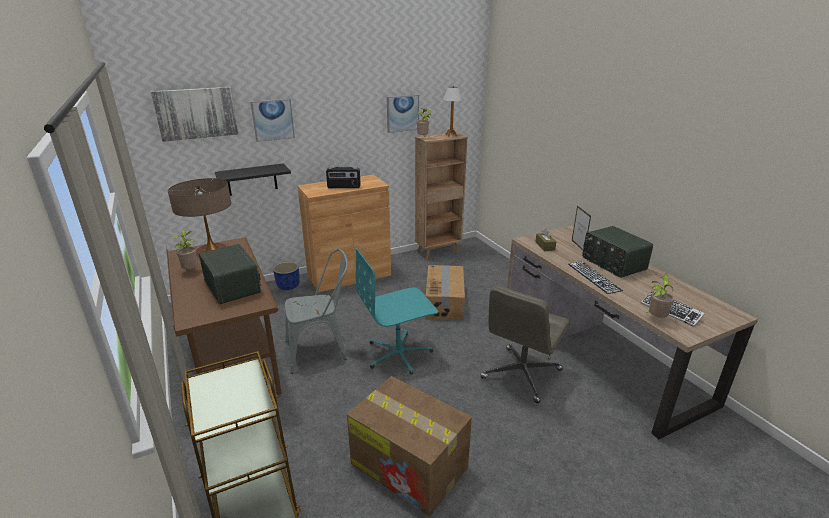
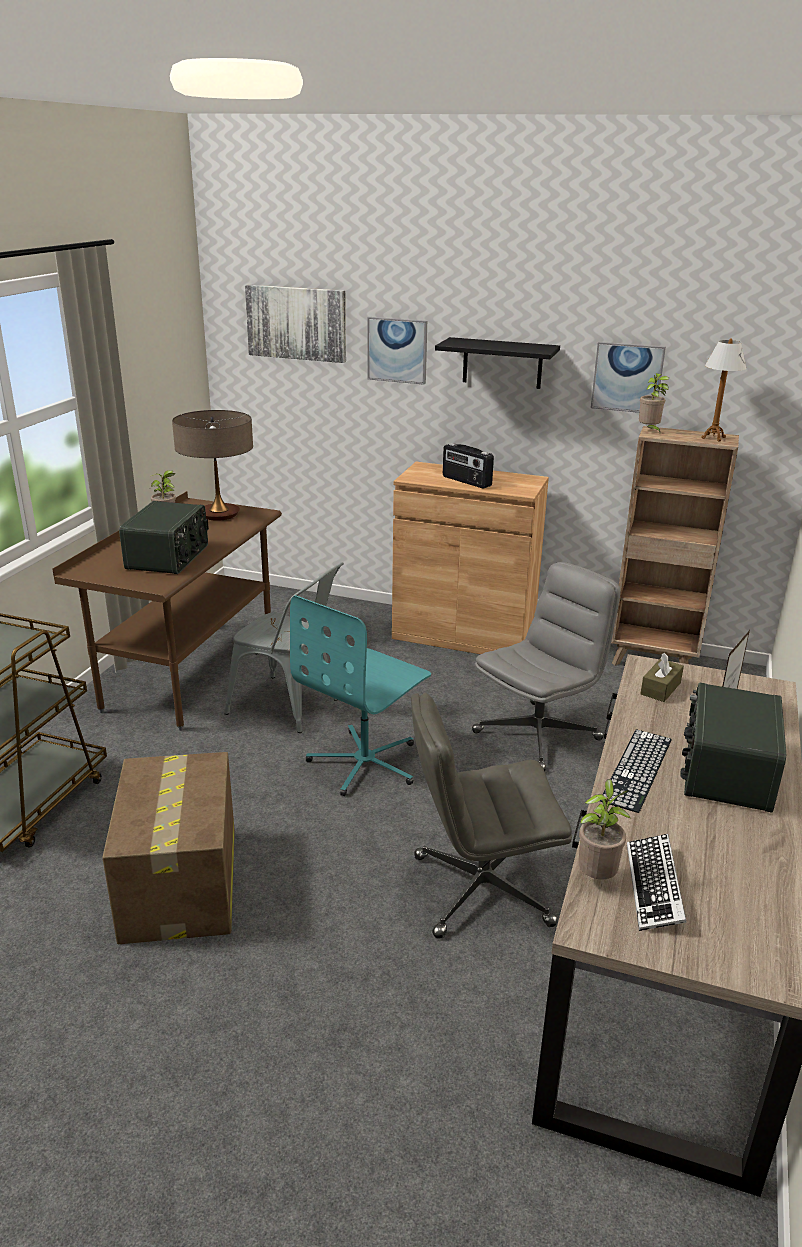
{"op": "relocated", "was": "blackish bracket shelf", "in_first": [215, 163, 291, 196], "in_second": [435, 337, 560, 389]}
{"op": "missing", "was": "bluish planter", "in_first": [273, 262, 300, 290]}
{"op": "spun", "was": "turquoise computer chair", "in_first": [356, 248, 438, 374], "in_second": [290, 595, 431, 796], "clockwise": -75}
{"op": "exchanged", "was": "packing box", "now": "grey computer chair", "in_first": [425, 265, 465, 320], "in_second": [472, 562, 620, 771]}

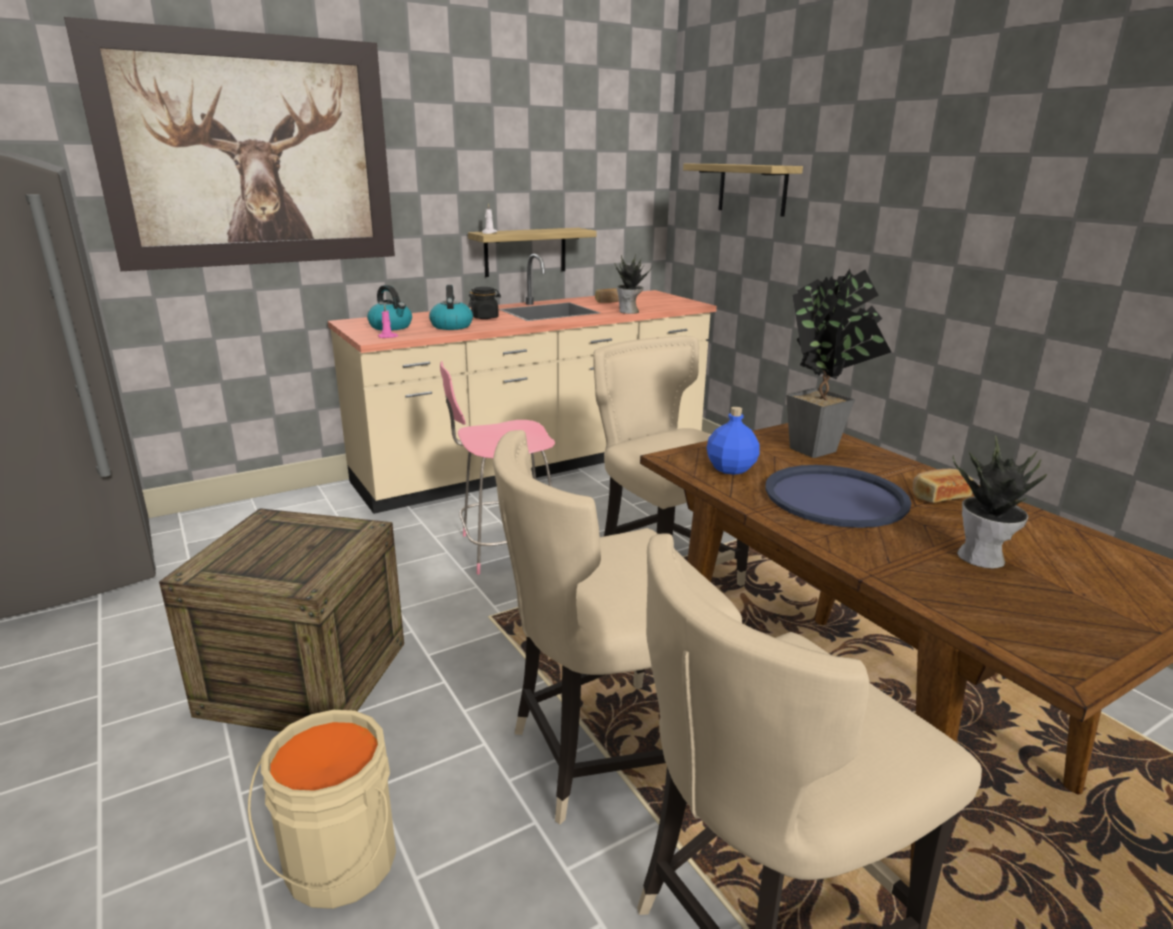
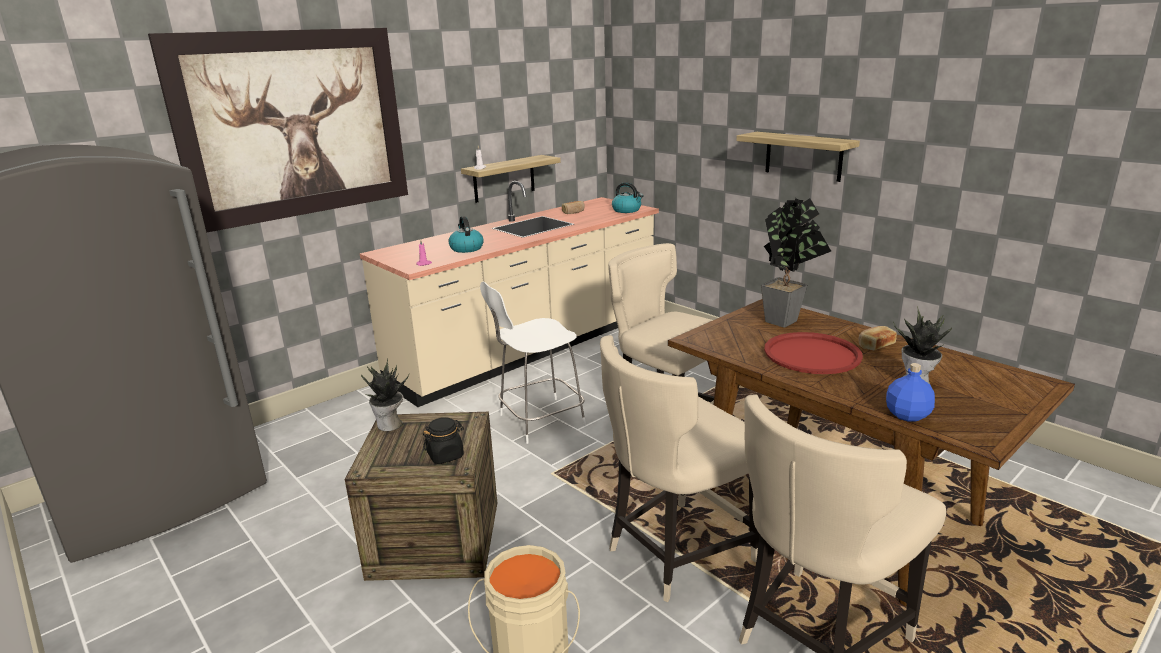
{"op": "relocated", "was": "kettle", "in_first": [367, 285, 412, 331], "in_second": [612, 182, 643, 213]}
{"op": "colour", "was": "pinkish stool", "now": "white-coloured stool", "in_first": [440, 361, 555, 575], "in_second": [480, 282, 586, 444]}
{"op": "relocated", "was": "blackish jar", "in_first": [468, 287, 501, 319], "in_second": [423, 417, 464, 464]}
{"op": "relocated", "was": "potted plant", "in_first": [615, 254, 652, 314], "in_second": [361, 358, 409, 431]}
{"op": "relocated", "was": "bracket shelf", "in_first": [683, 164, 803, 217], "in_second": [736, 132, 860, 182]}
{"op": "relocated", "was": "bluish beverage bottle", "in_first": [707, 407, 760, 475], "in_second": [886, 363, 935, 422]}
{"op": "colour", "was": "bluish carrying tray", "now": "reddish carrying tray", "in_first": [765, 465, 911, 528], "in_second": [764, 332, 863, 374]}

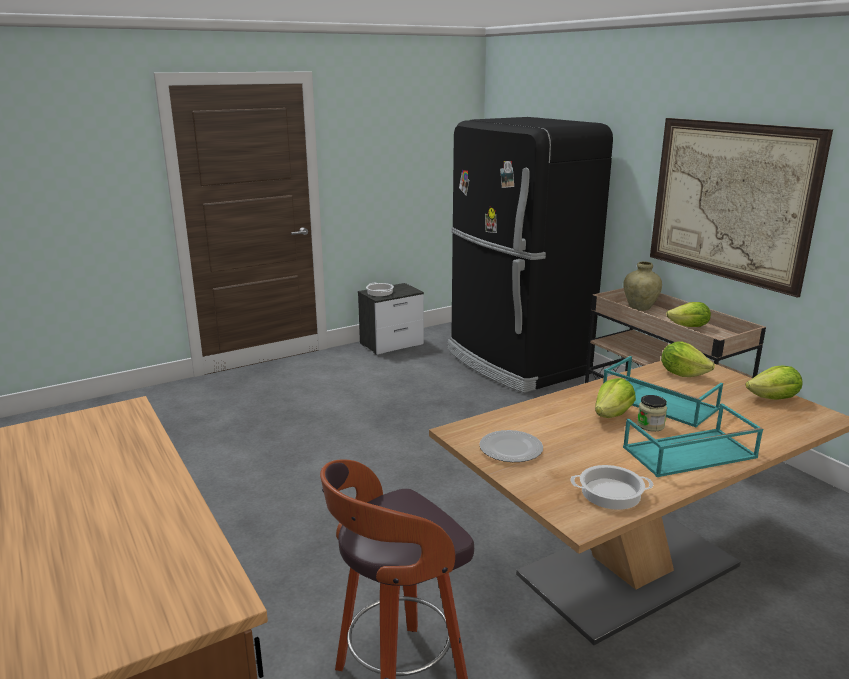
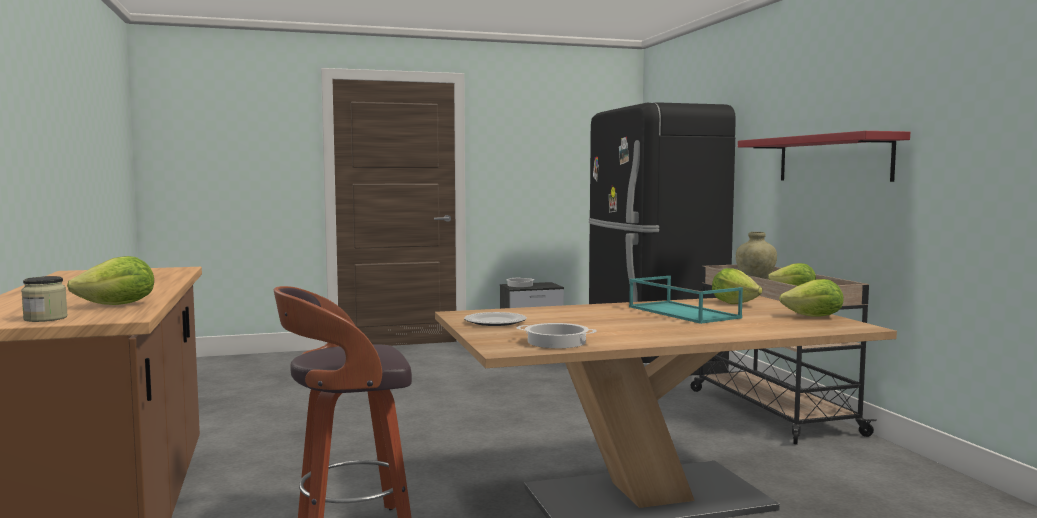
{"op": "relocated", "was": "head of lettuce", "in_first": [595, 378, 636, 418], "in_second": [67, 256, 154, 305]}
{"op": "missing", "was": "turquoise carrying tray", "in_first": [623, 403, 763, 477]}
{"op": "relocated", "was": "jar", "in_first": [637, 395, 667, 431], "in_second": [21, 276, 68, 322]}
{"op": "exchanged", "was": "wall art", "now": "reddish bracket shelf", "in_first": [650, 118, 833, 298], "in_second": [738, 131, 910, 182]}

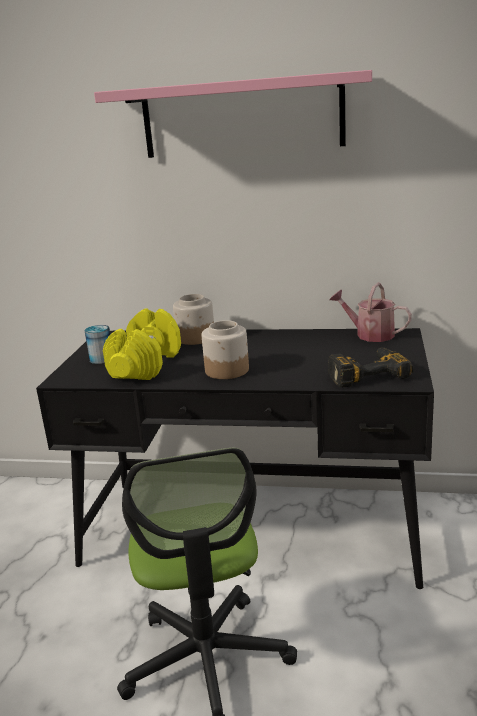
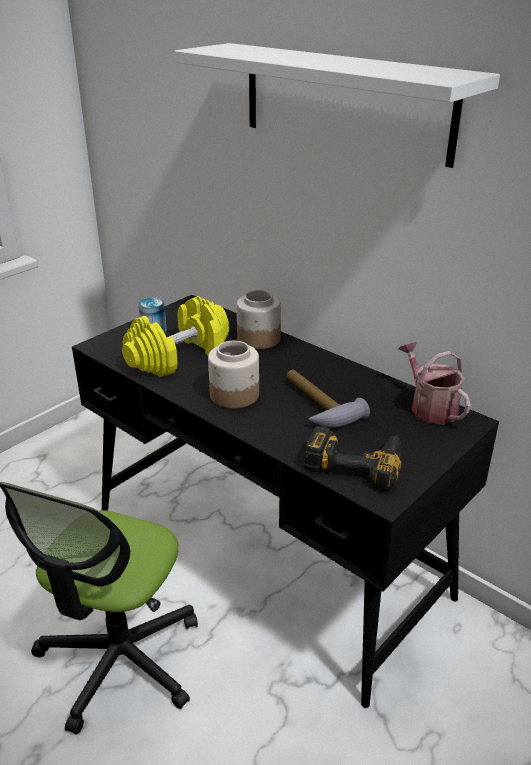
{"op": "colour", "was": "pinkish bracket shelf", "now": "white-coloured bracket shelf", "in_first": [94, 70, 372, 158], "in_second": [174, 43, 500, 168]}
{"op": "appeared", "now": "hammer", "in_second": [287, 369, 370, 428]}

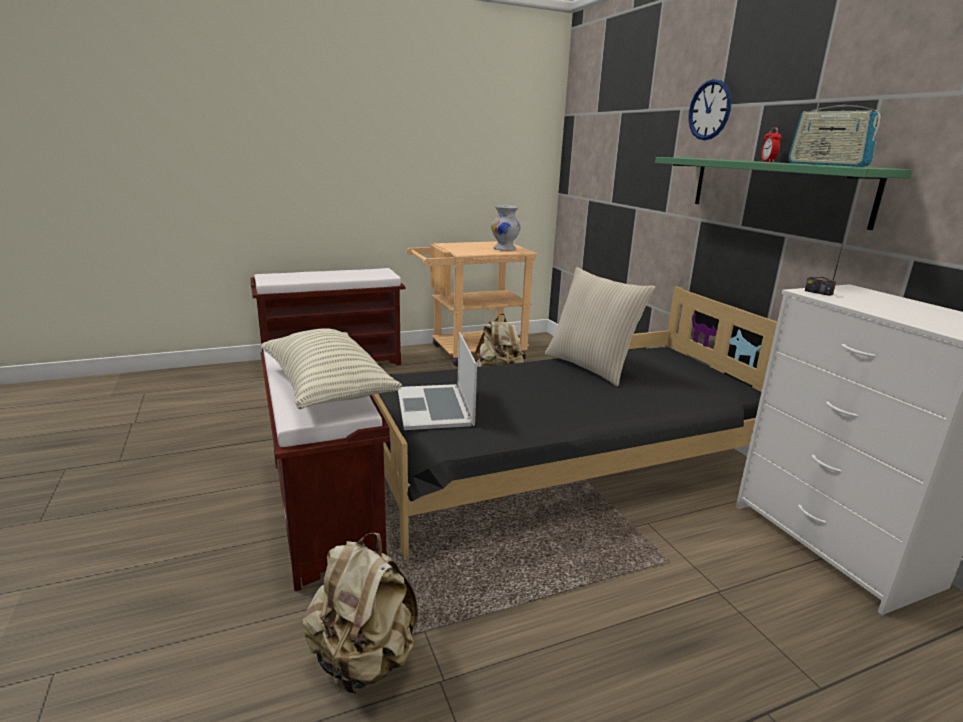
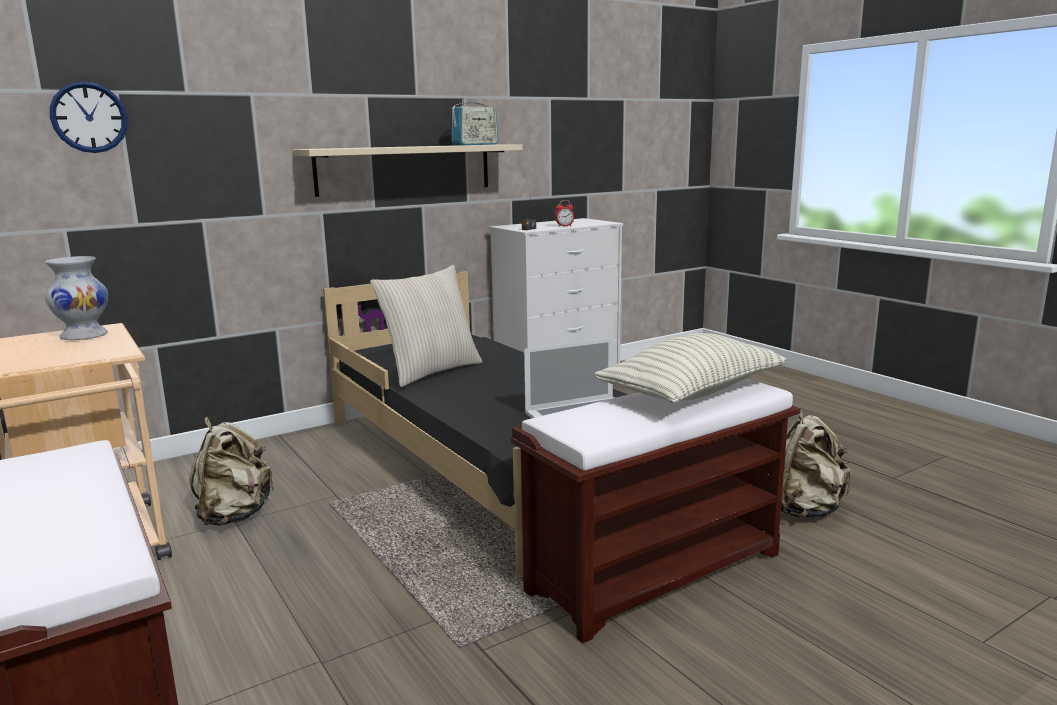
{"op": "colour", "was": "green-coloured bracket shelf", "now": "sand-coloured bracket shelf", "in_first": [655, 157, 912, 230], "in_second": [293, 144, 523, 197]}
{"op": "relocated", "was": "clock on the wall", "in_first": [688, 79, 732, 140], "in_second": [50, 81, 128, 153]}
{"op": "relocated", "was": "alarm clock", "in_first": [761, 127, 782, 162], "in_second": [555, 200, 575, 227]}

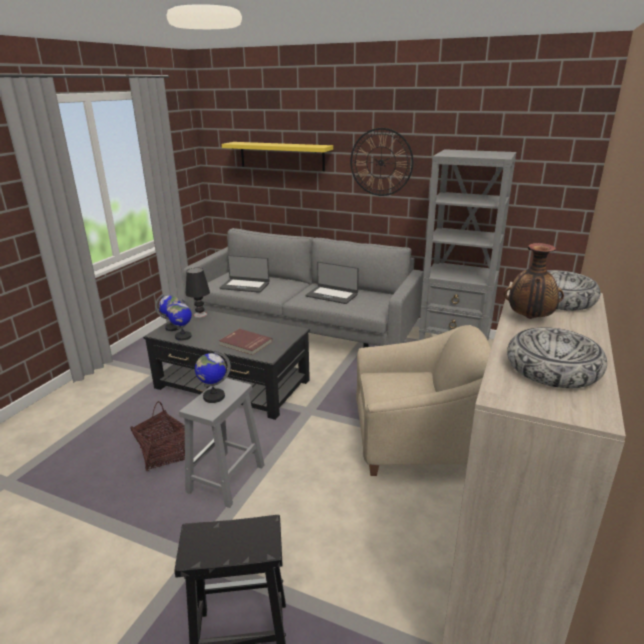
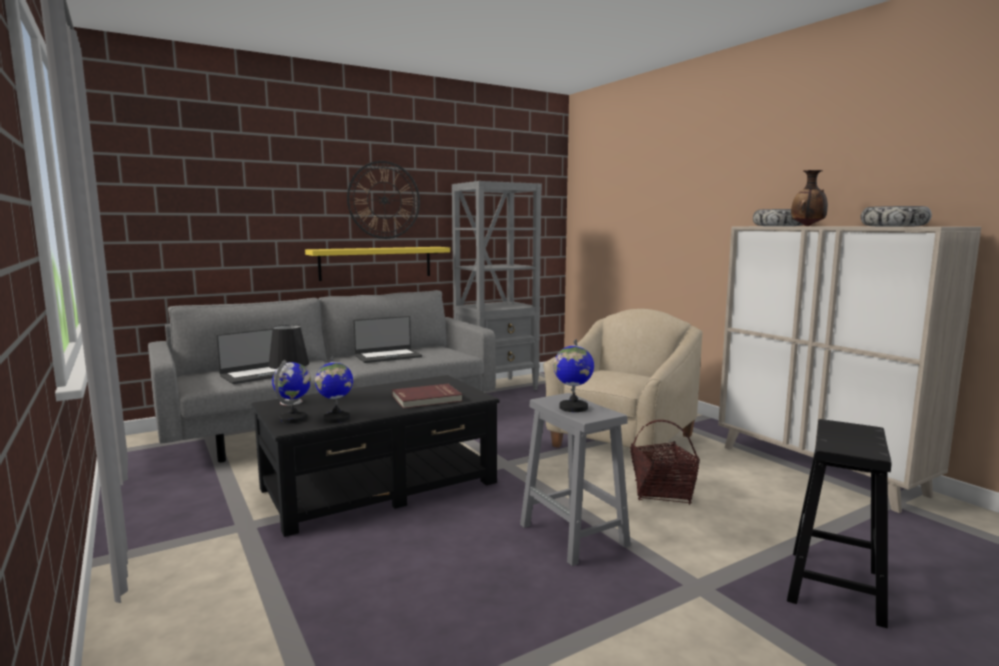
{"op": "relocated", "was": "household basket", "in_first": [130, 401, 185, 471], "in_second": [630, 420, 700, 505]}
{"op": "relocated", "was": "yellow-coloured bracket shelf", "in_first": [222, 142, 333, 171], "in_second": [305, 247, 450, 281]}

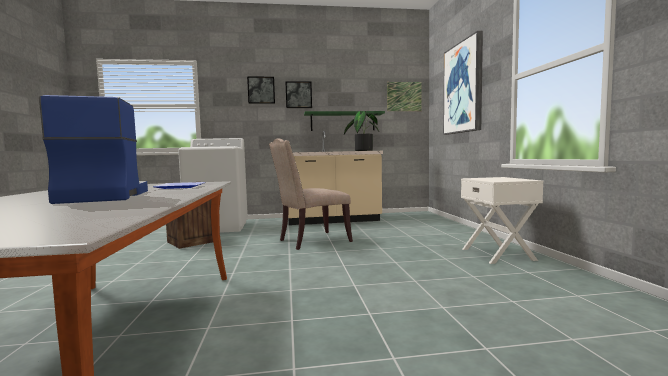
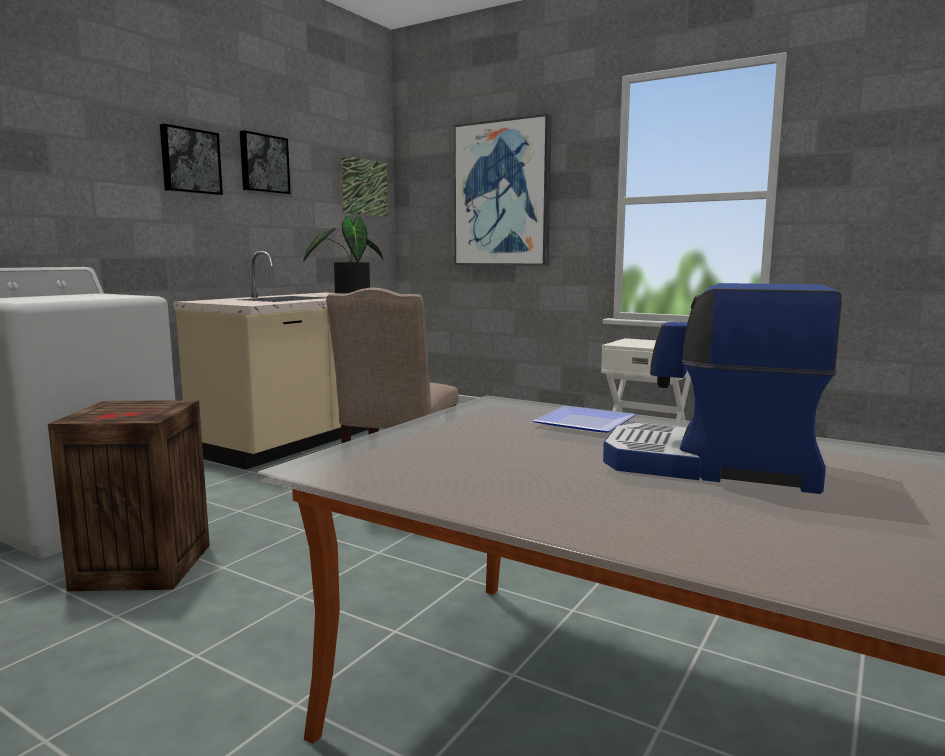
{"op": "relocated", "was": "wall art", "in_first": [247, 76, 275, 104], "in_second": [240, 130, 291, 194]}
{"op": "missing", "was": "green-coloured bracket shelf", "in_first": [304, 111, 385, 131]}

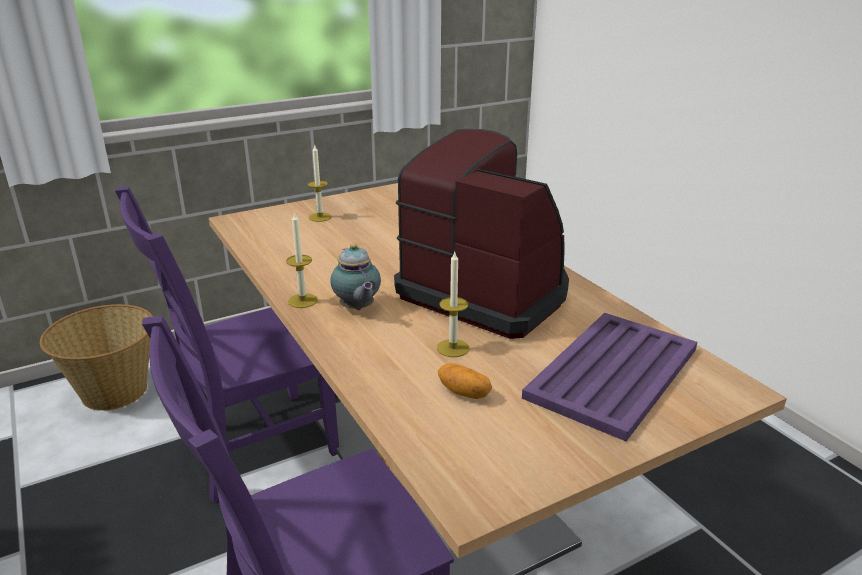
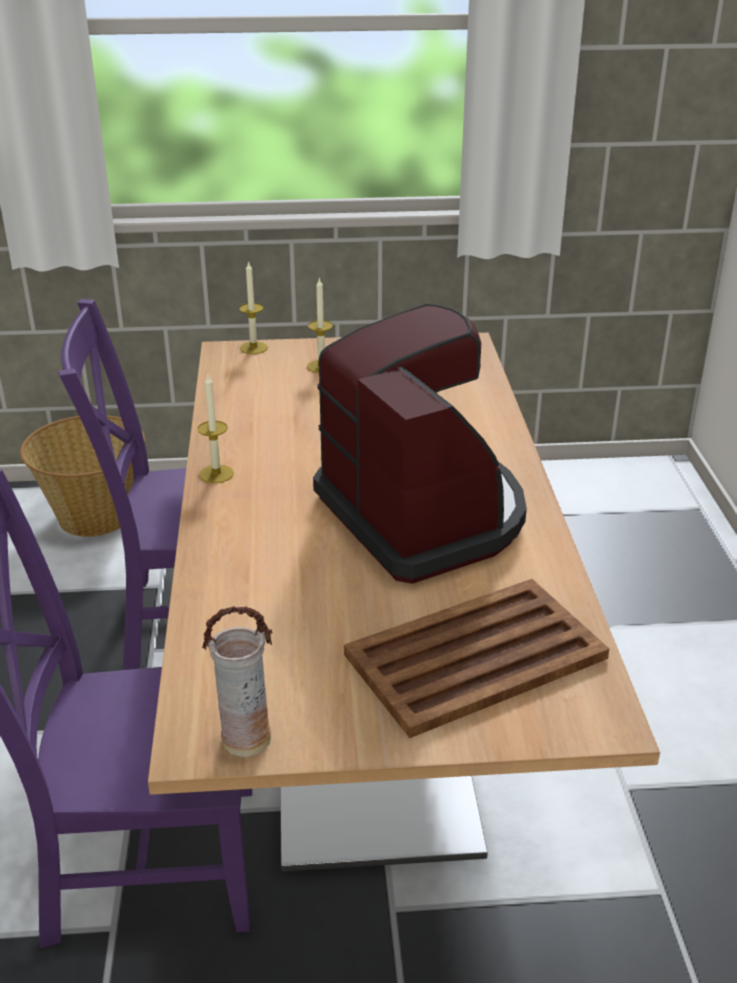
{"op": "missing", "was": "pot for tea", "in_first": [330, 243, 381, 310]}
{"op": "relocated", "was": "wax light", "in_first": [437, 250, 469, 357], "in_second": [239, 261, 268, 354]}
{"op": "missing", "was": "whole potato", "in_first": [438, 363, 492, 399]}
{"op": "colour", "was": "purple-coloured carrying tray", "now": "brown carrying tray", "in_first": [522, 313, 697, 441], "in_second": [344, 579, 609, 738]}
{"op": "appeared", "now": "vase", "in_second": [202, 606, 273, 757]}

